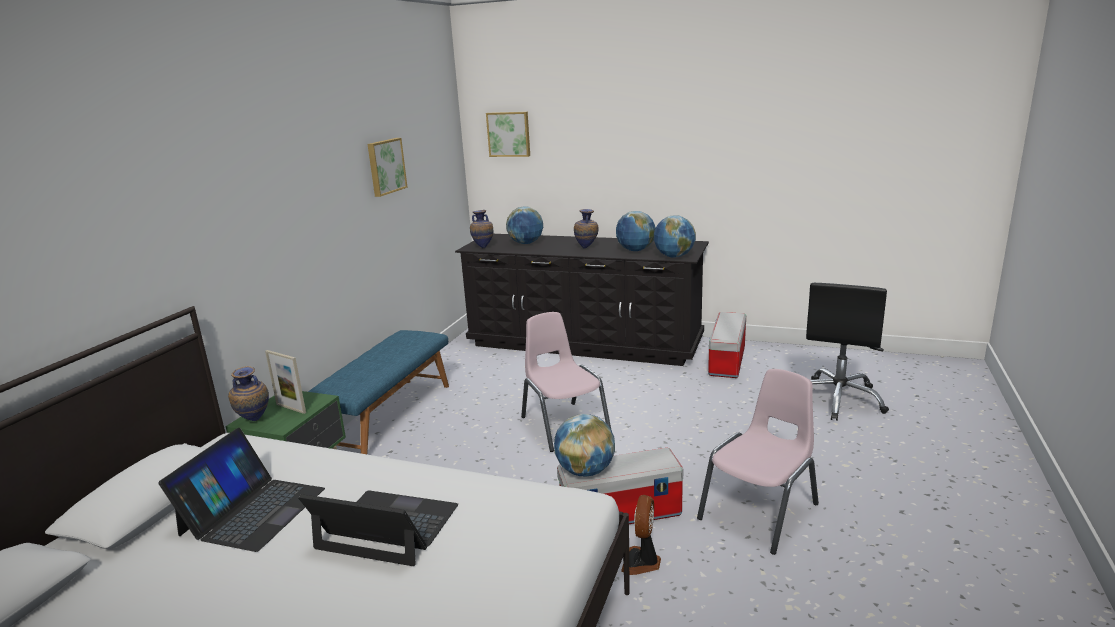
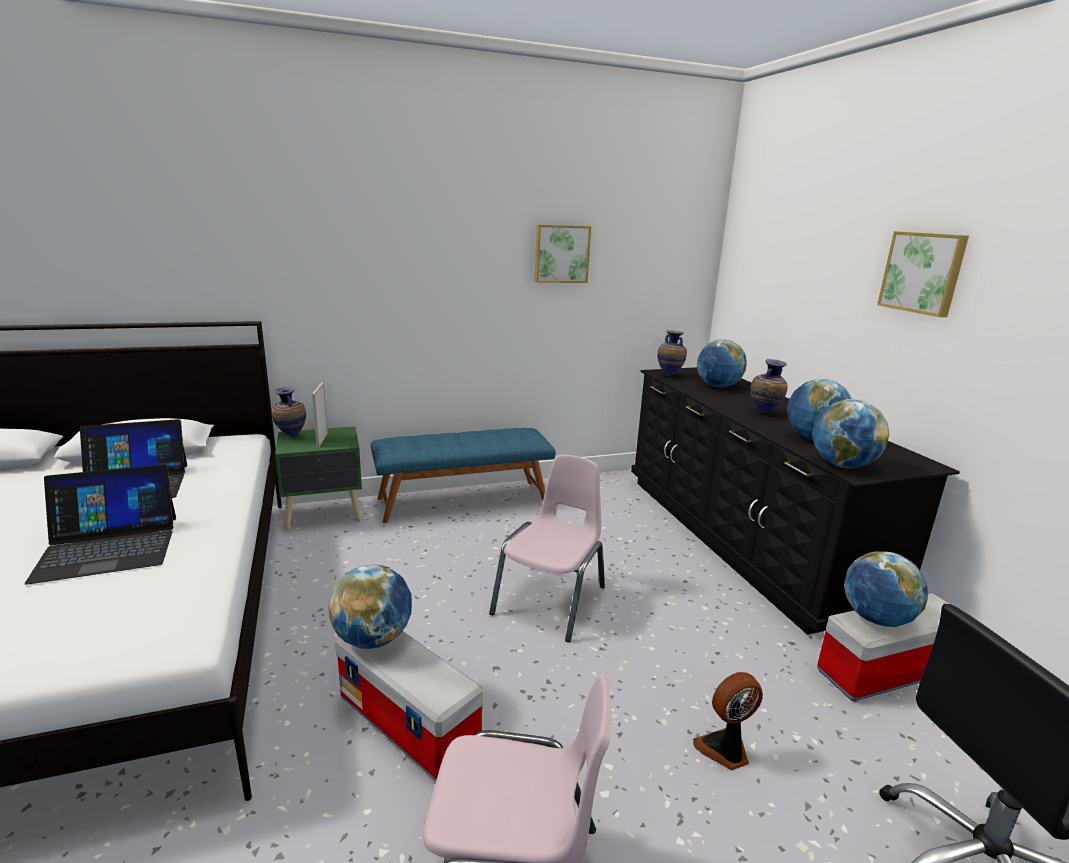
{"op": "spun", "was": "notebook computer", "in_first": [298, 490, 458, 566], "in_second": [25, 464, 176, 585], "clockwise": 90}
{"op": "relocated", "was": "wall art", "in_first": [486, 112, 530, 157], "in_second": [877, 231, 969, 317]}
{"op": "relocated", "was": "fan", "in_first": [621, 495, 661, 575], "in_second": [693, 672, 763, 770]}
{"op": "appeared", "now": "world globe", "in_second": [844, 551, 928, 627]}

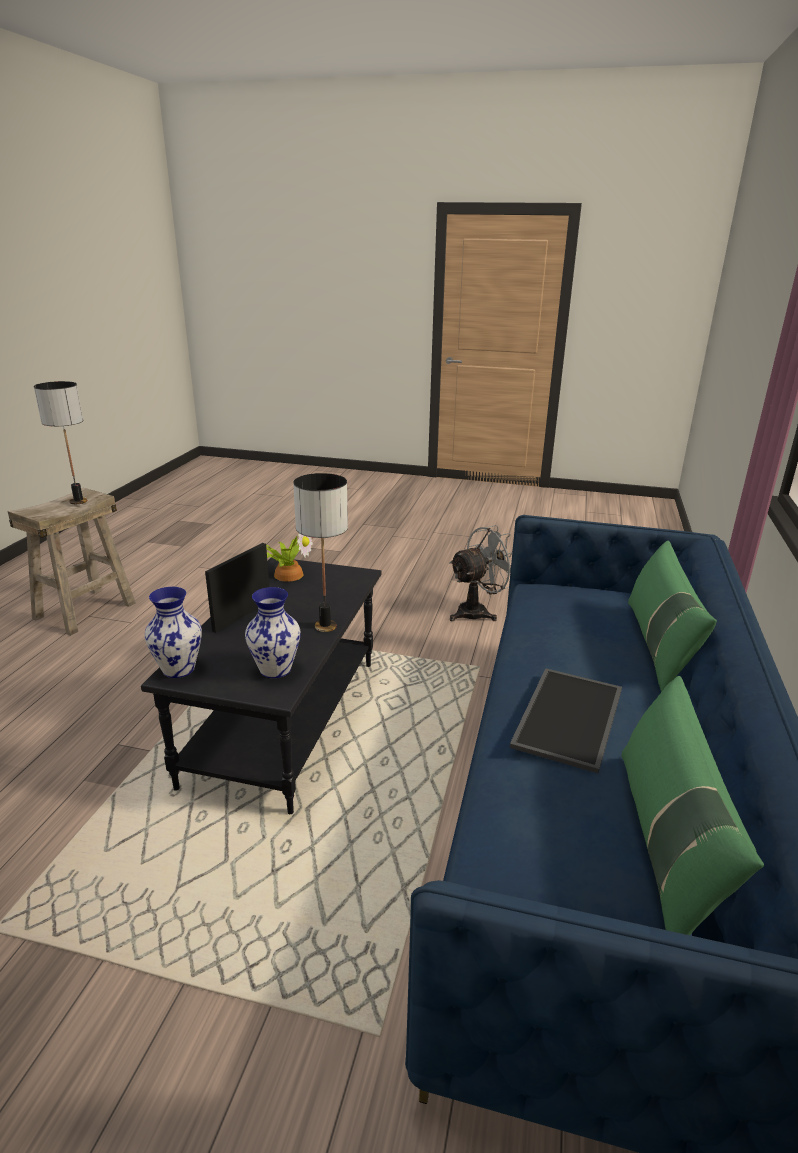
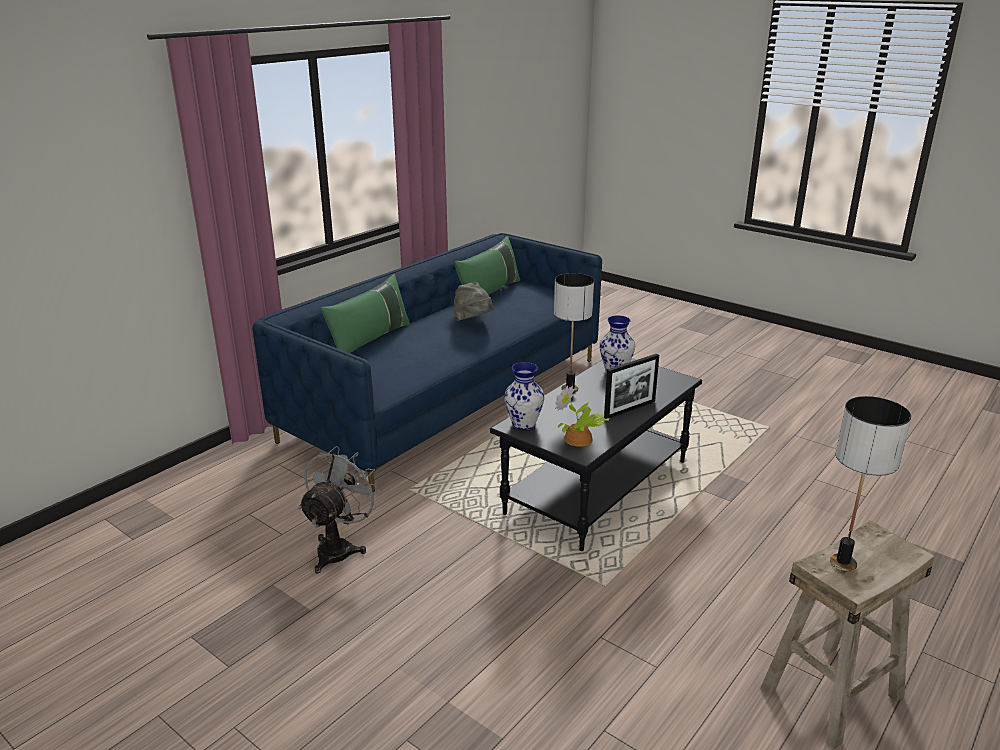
{"op": "relocated", "was": "vase", "in_first": [144, 587, 202, 678], "in_second": [504, 362, 545, 430]}
{"op": "spun", "was": "grey fan", "in_first": [449, 525, 512, 621], "in_second": [298, 446, 382, 574], "clockwise": 120}
{"op": "exchanged", "was": "carrying tray", "now": "grey clothing hat", "in_first": [509, 668, 622, 773], "in_second": [453, 282, 493, 321]}

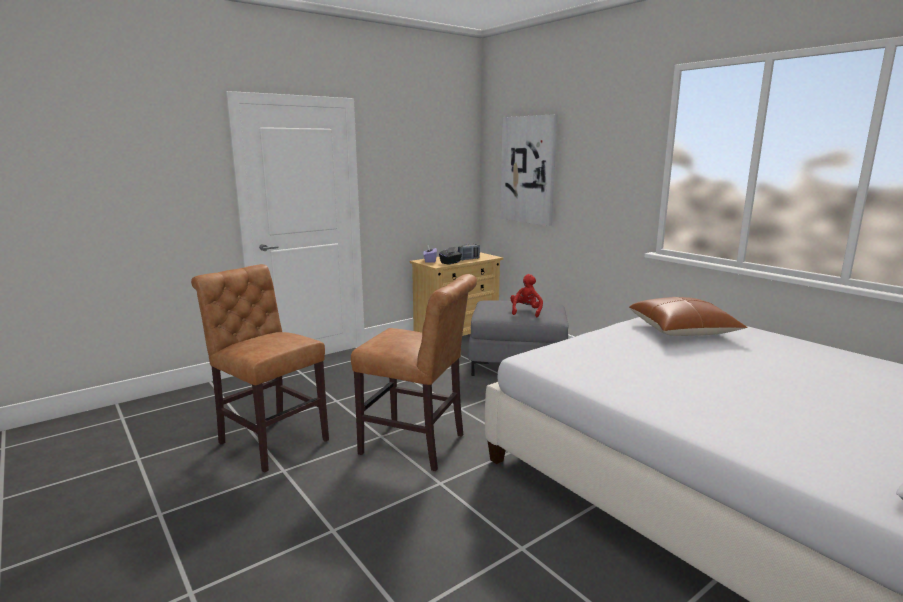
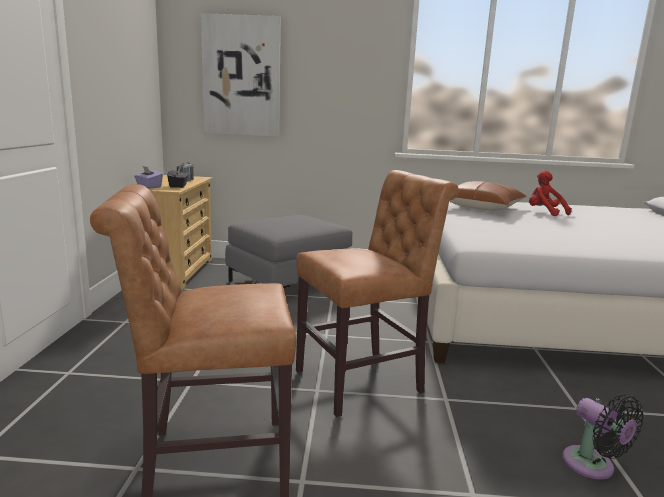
{"op": "relocated", "was": "reddish soft toy", "in_first": [510, 274, 543, 317], "in_second": [529, 170, 572, 216]}
{"op": "appeared", "now": "blackish fan", "in_second": [562, 395, 644, 479]}

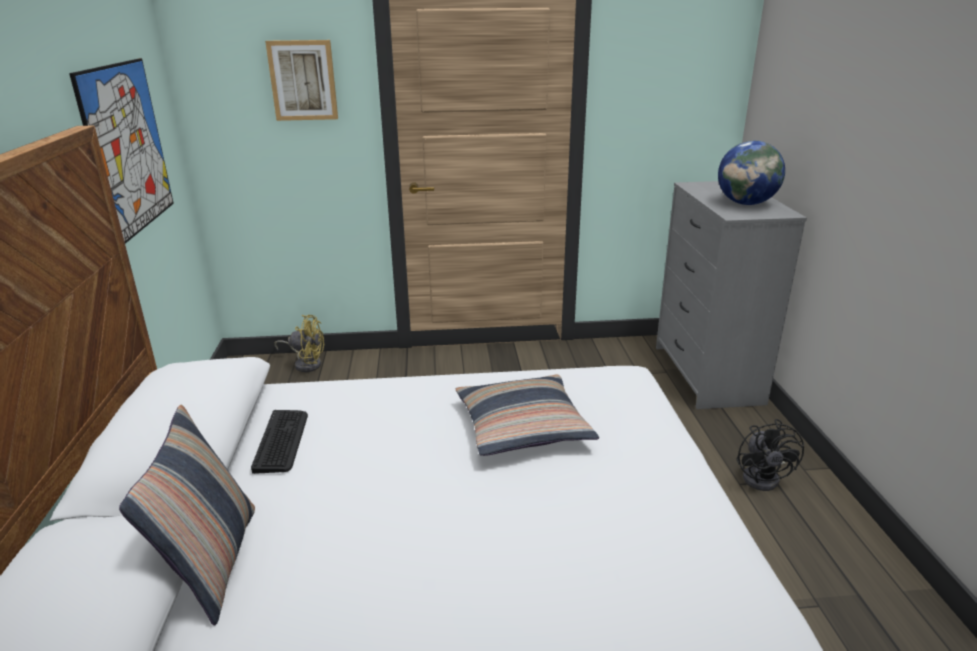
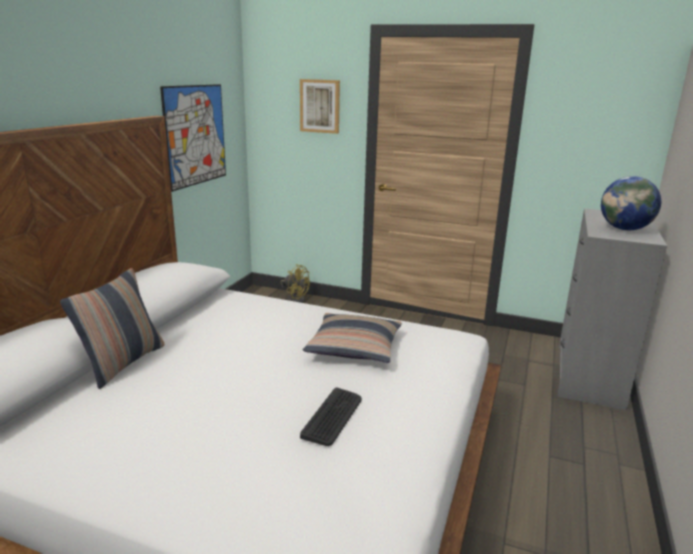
{"op": "relocated", "was": "keyboard", "in_first": [251, 410, 308, 474], "in_second": [300, 387, 362, 446]}
{"op": "missing", "was": "blackish fan", "in_first": [737, 419, 804, 491]}

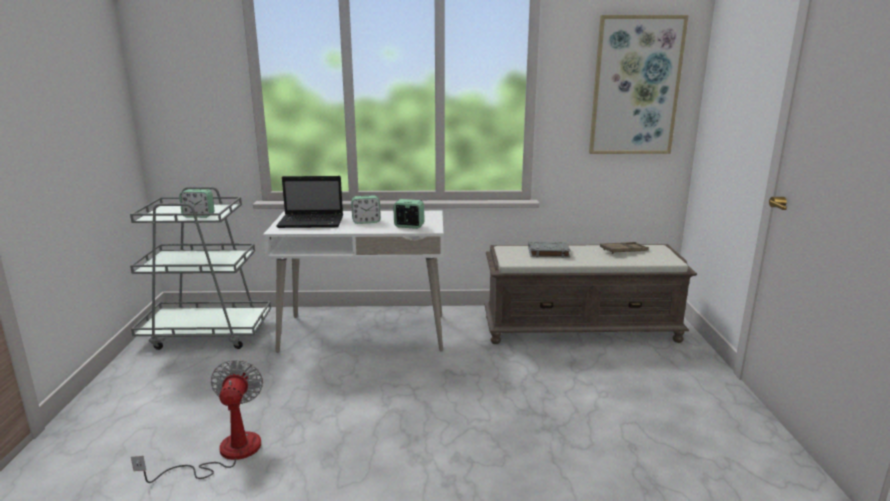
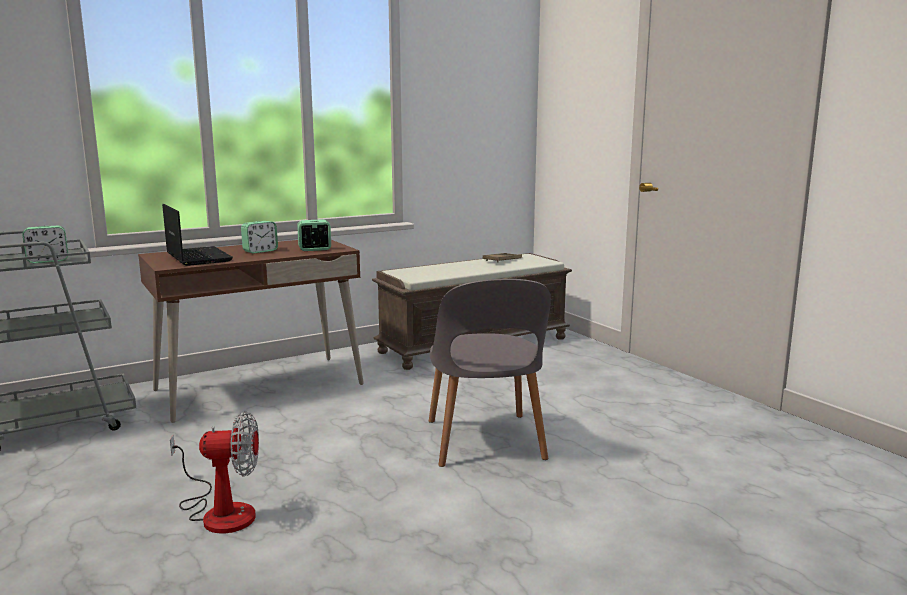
{"op": "spun", "was": "fan", "in_first": [131, 359, 263, 483], "in_second": [170, 411, 259, 534], "clockwise": 120}
{"op": "colour", "was": "white-coloured desk table", "now": "brown desk table", "in_first": [263, 211, 444, 353], "in_second": [138, 240, 364, 423]}
{"op": "spun", "was": "notebook computer", "in_first": [276, 176, 343, 228], "in_second": [162, 204, 233, 266], "clockwise": -90}
{"op": "missing", "was": "grey volume", "in_first": [528, 241, 571, 258]}
{"op": "missing", "was": "wall art", "in_first": [589, 15, 689, 154]}
{"op": "appeared", "now": "grey plain chair", "in_second": [429, 279, 551, 467]}

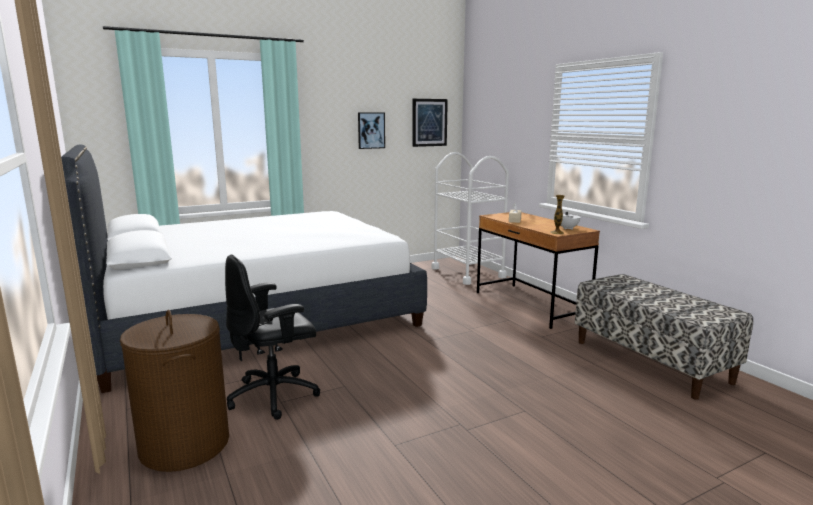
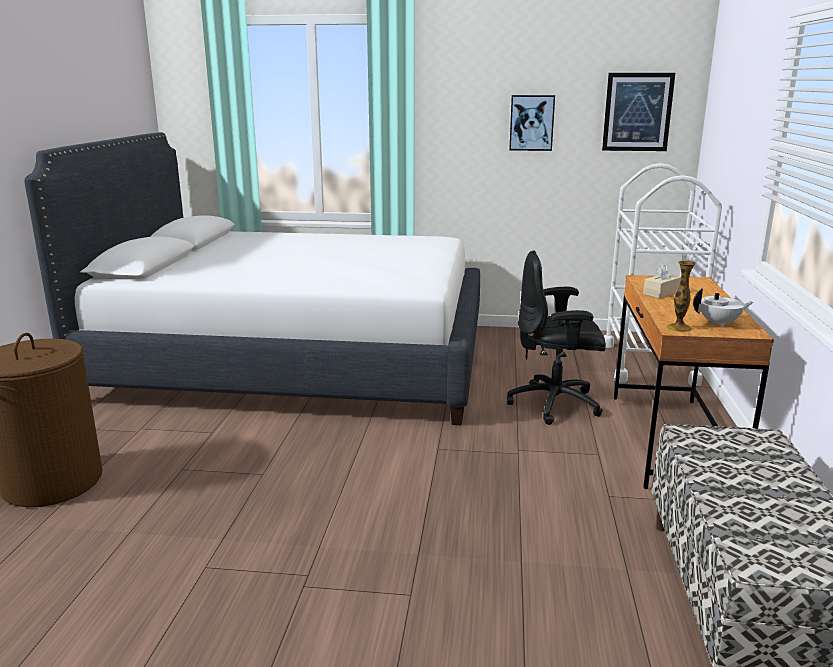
{"op": "relocated", "was": "blackish computer chair", "in_first": [225, 254, 320, 420], "in_second": [507, 250, 606, 425]}

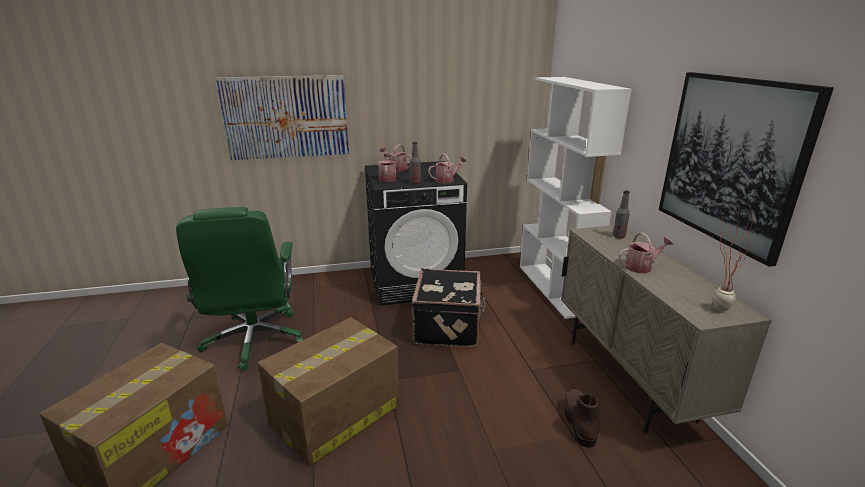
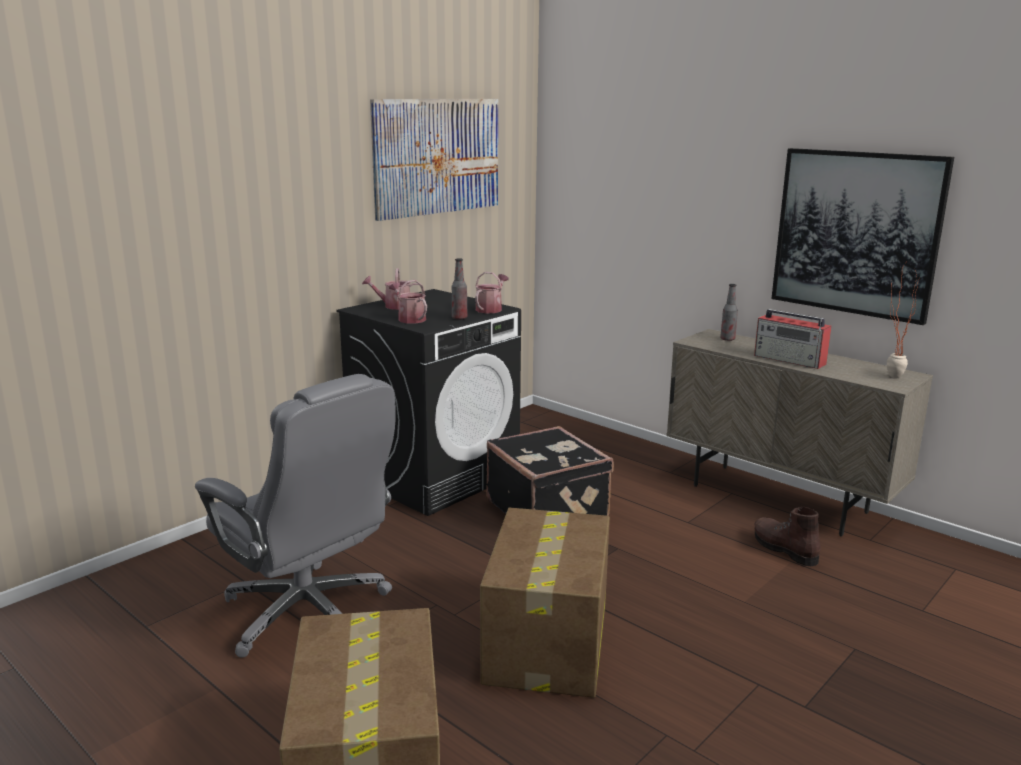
{"op": "colour", "was": "green-coloured computer chair", "now": "grey computer chair", "in_first": [176, 207, 303, 371], "in_second": [195, 374, 396, 658]}
{"op": "relocated", "was": "wall art", "in_first": [215, 75, 349, 160], "in_second": [370, 99, 498, 221]}
{"op": "missing", "was": "white-coloured shelving unit", "in_first": [520, 77, 632, 319]}
{"op": "exchanged", "was": "watering can", "now": "radio receiver", "in_first": [619, 233, 673, 273], "in_second": [754, 309, 831, 369]}

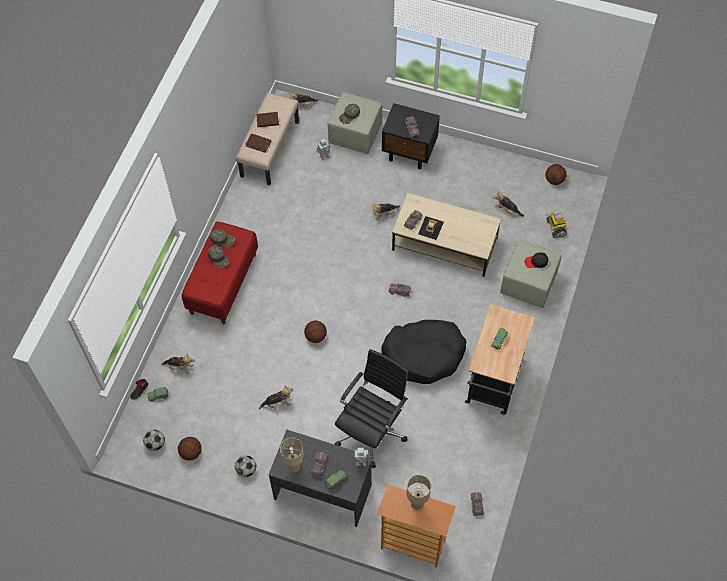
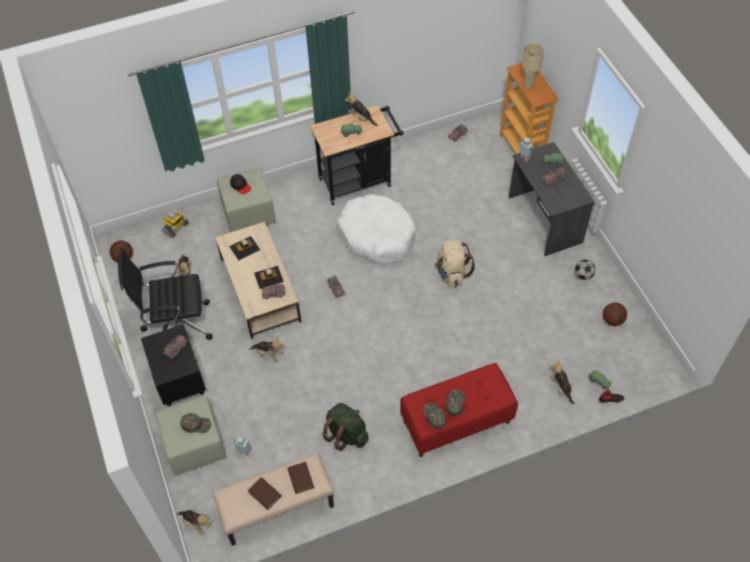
{"op": "missing", "was": "ball for football", "in_first": [143, 430, 165, 451]}
{"op": "relocated", "was": "soft toy", "in_first": [259, 385, 293, 410], "in_second": [345, 92, 378, 126]}
{"op": "missing", "was": "sand-coloured table lamp", "in_first": [280, 437, 304, 472]}
{"op": "missing", "was": "basketball ball", "in_first": [304, 321, 327, 343]}
{"op": "relocated", "was": "blackish computer chair", "in_first": [334, 349, 408, 469], "in_second": [118, 248, 213, 340]}
{"op": "colour", "was": "blackish dog bed", "now": "white-coloured dog bed", "in_first": [381, 320, 466, 384], "in_second": [337, 194, 416, 264]}
{"op": "appeared", "now": "toy car", "in_second": [229, 236, 260, 260]}
{"op": "appeared", "now": "green-coloured knapsack", "in_second": [322, 403, 369, 451]}
{"op": "appeared", "now": "sand-coloured knapsack", "in_second": [435, 240, 475, 288]}

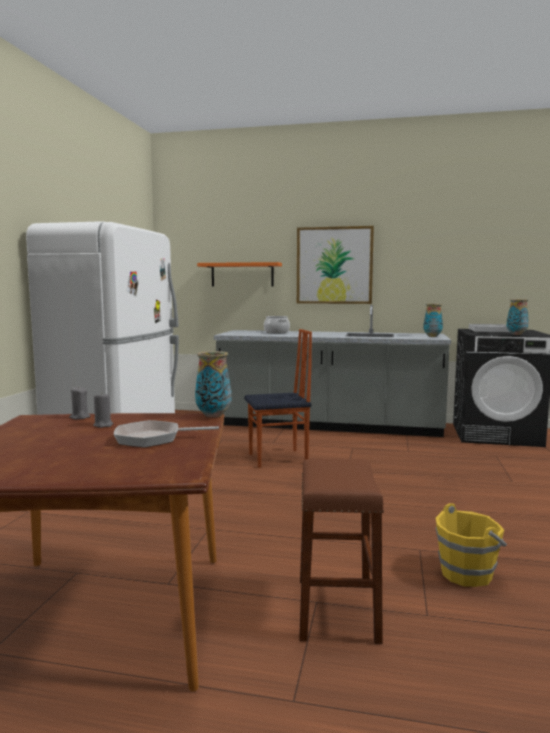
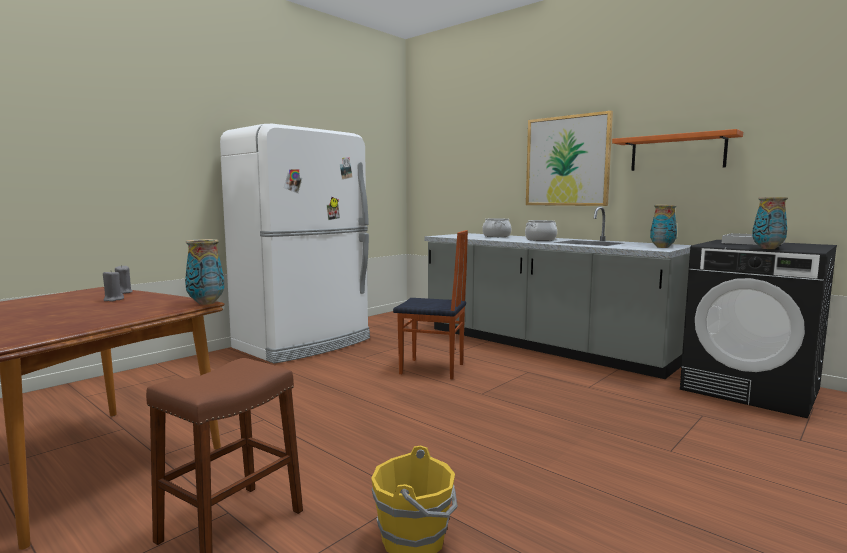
{"op": "missing", "was": "pan", "in_first": [114, 420, 219, 448]}
{"op": "relocated", "was": "orange bracket shelf", "in_first": [197, 262, 282, 287], "in_second": [612, 129, 743, 171]}
{"op": "appeared", "now": "cooking pot", "in_second": [525, 220, 557, 241]}

